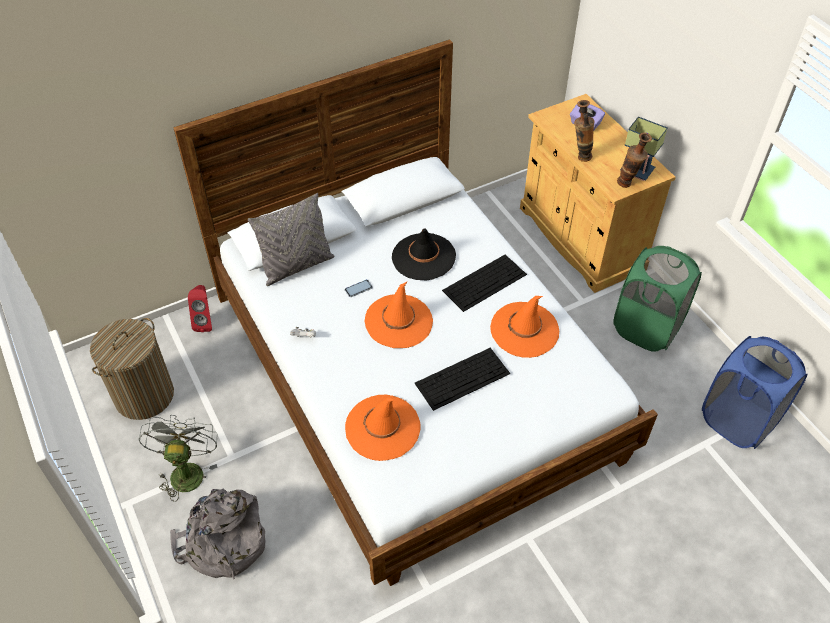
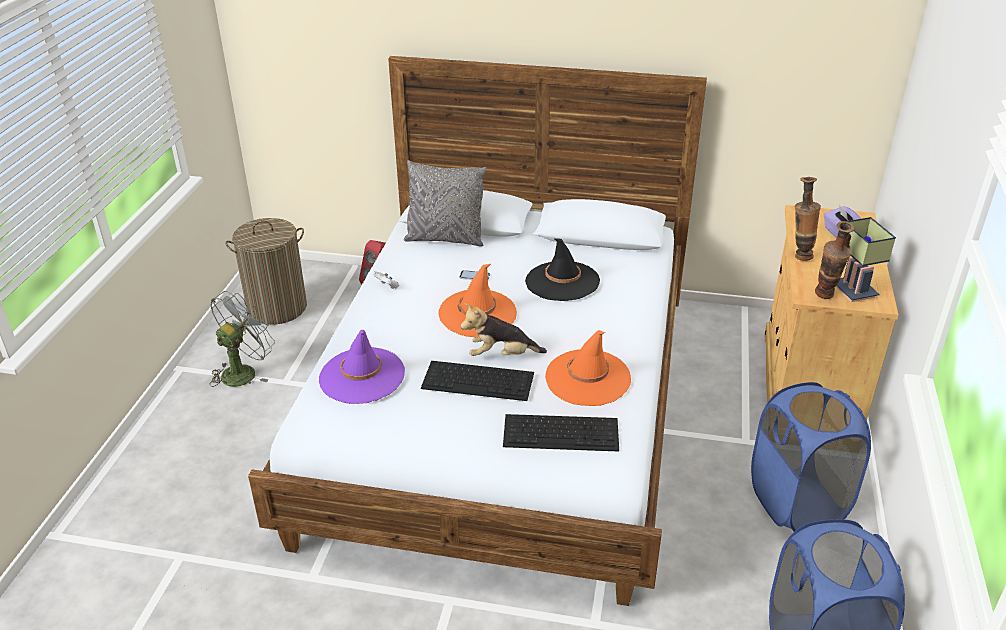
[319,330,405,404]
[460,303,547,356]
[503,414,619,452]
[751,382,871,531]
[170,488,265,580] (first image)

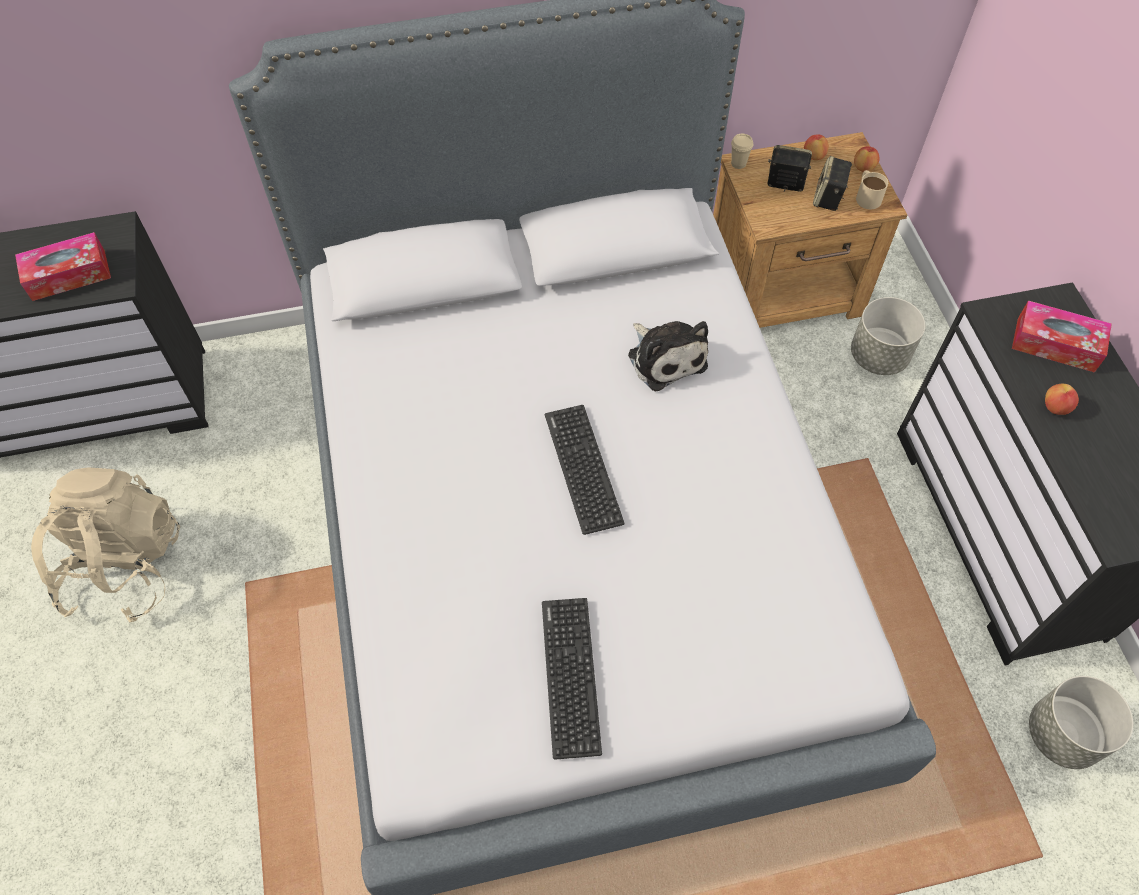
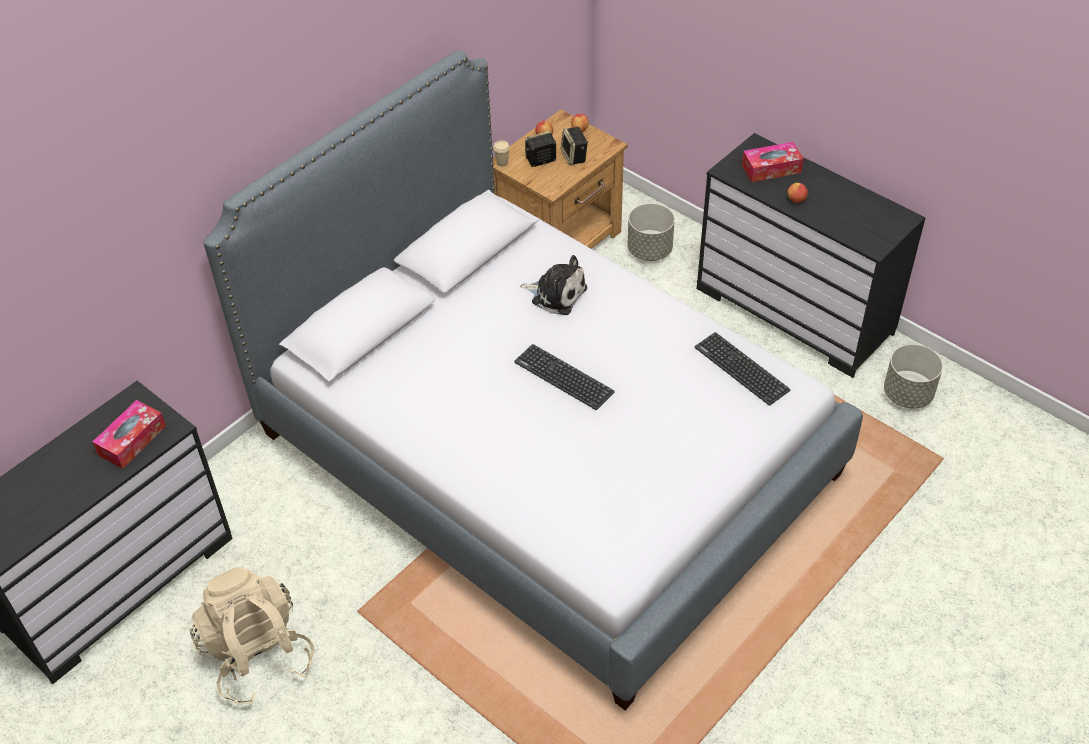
[695,332,790,405]
[856,170,888,209] (first image)

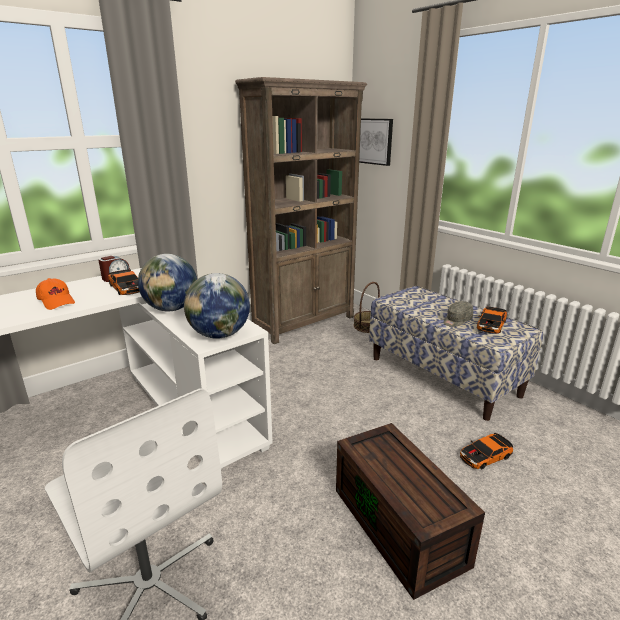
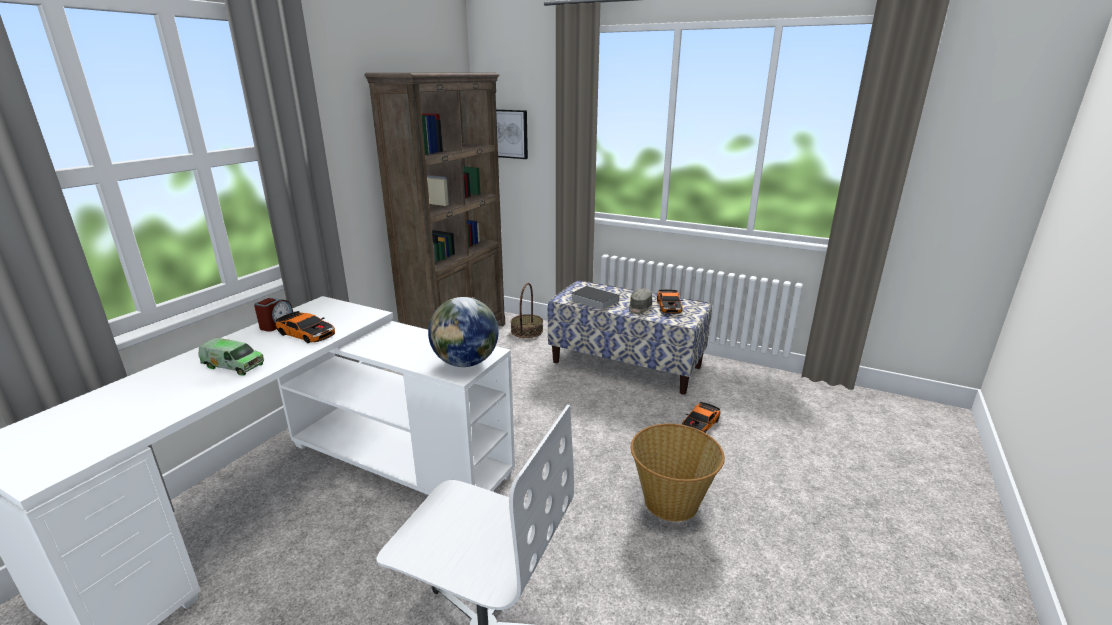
[199,338,264,375]
[571,286,619,310]
[631,424,725,522]
[138,254,197,311] (first image)

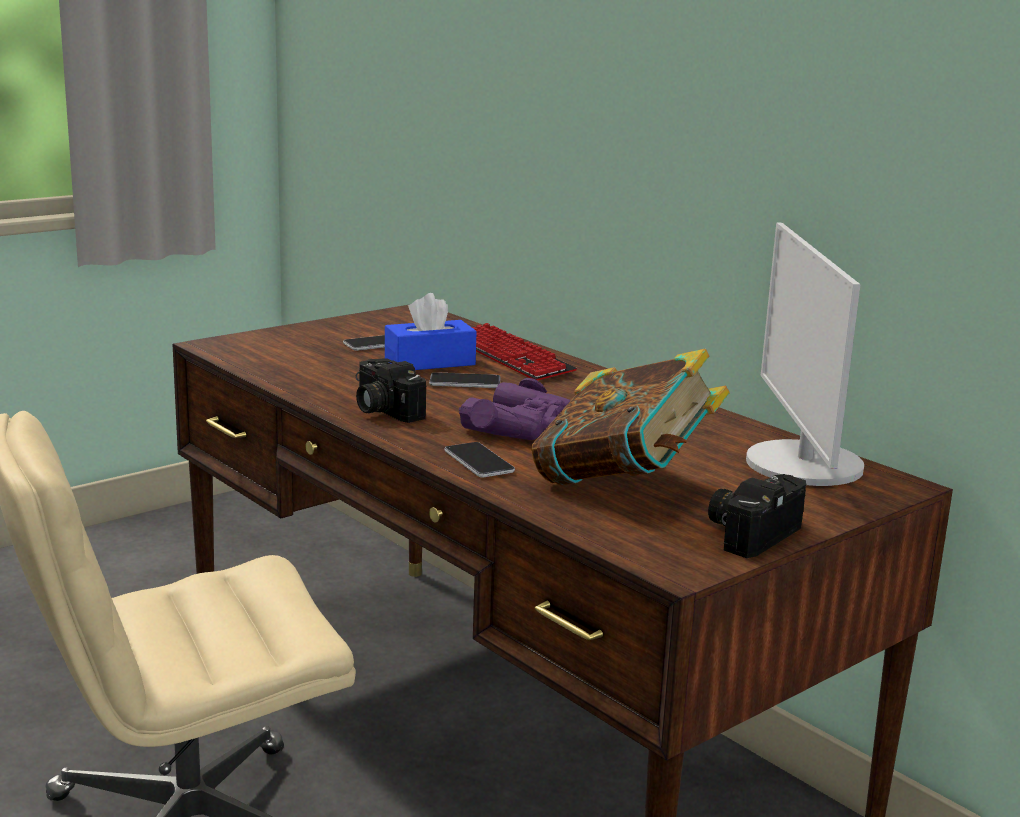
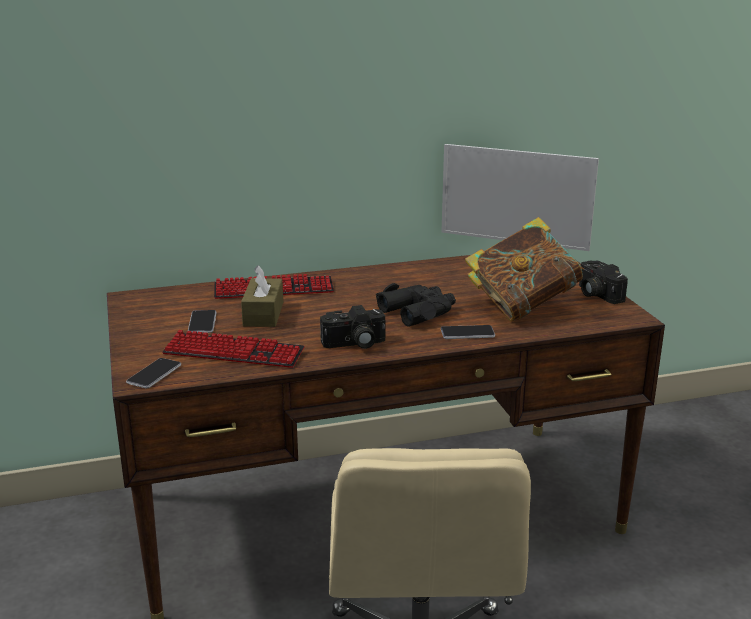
[126,358,181,388]
[162,330,305,368]
[241,265,283,327]
[376,283,456,327]

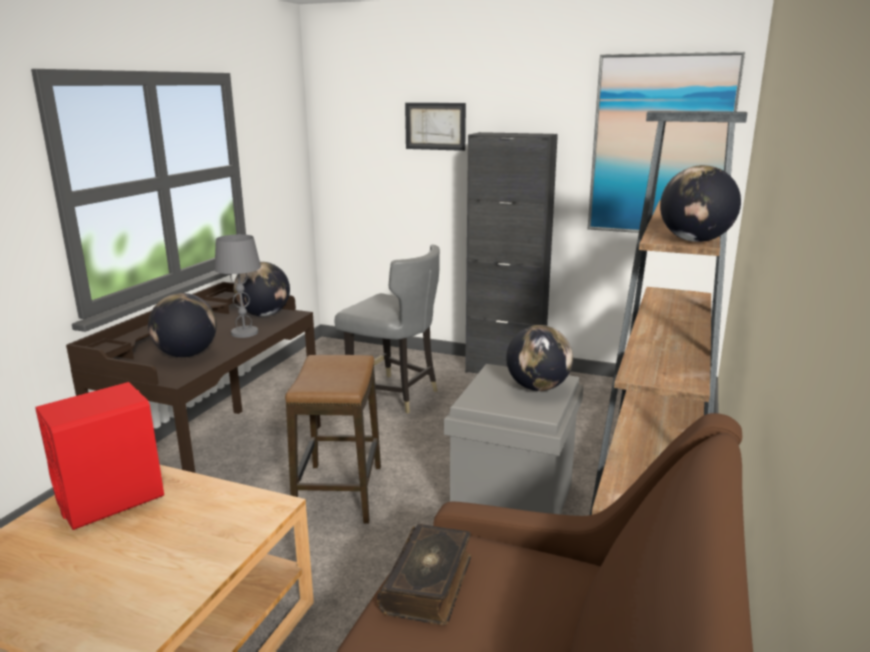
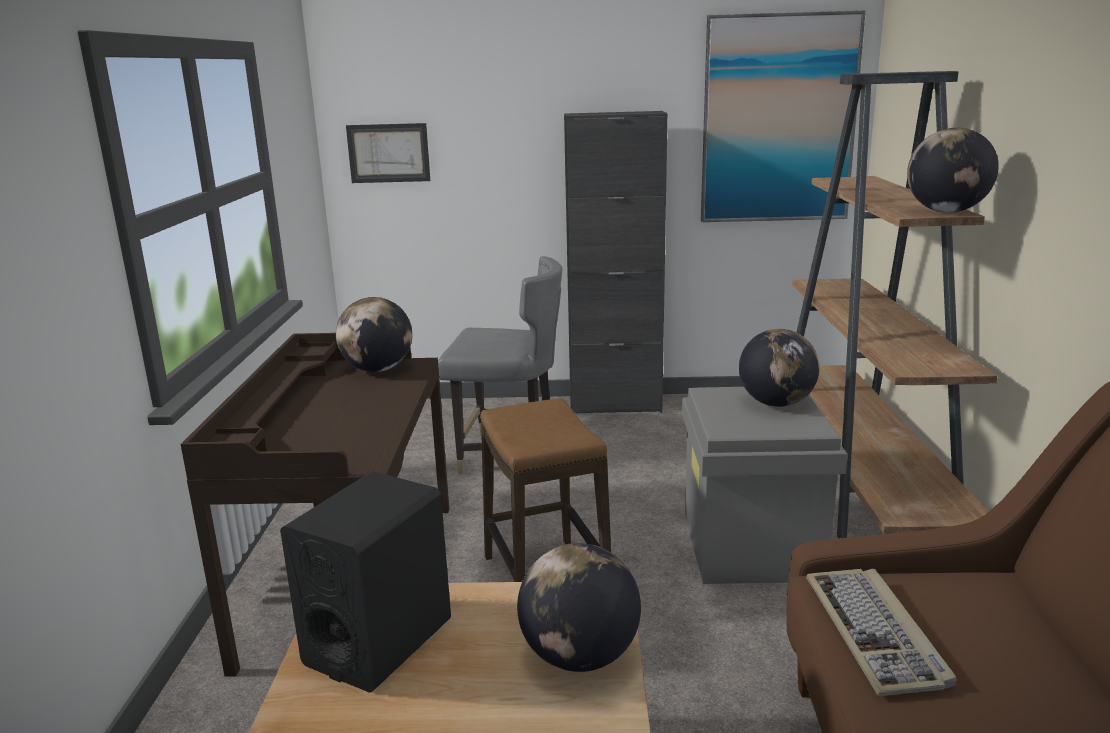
[280,471,451,693]
[346,123,430,183]
[517,543,641,672]
[806,569,957,696]
[215,234,261,338] (first image)

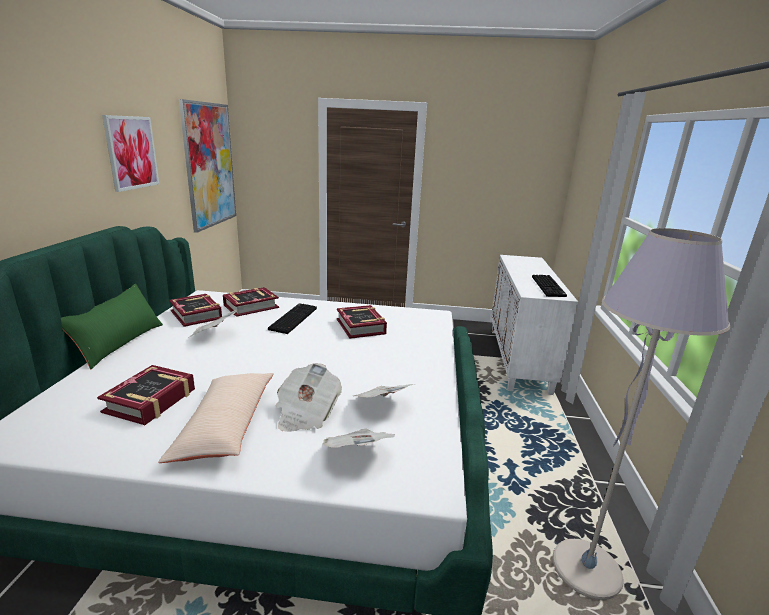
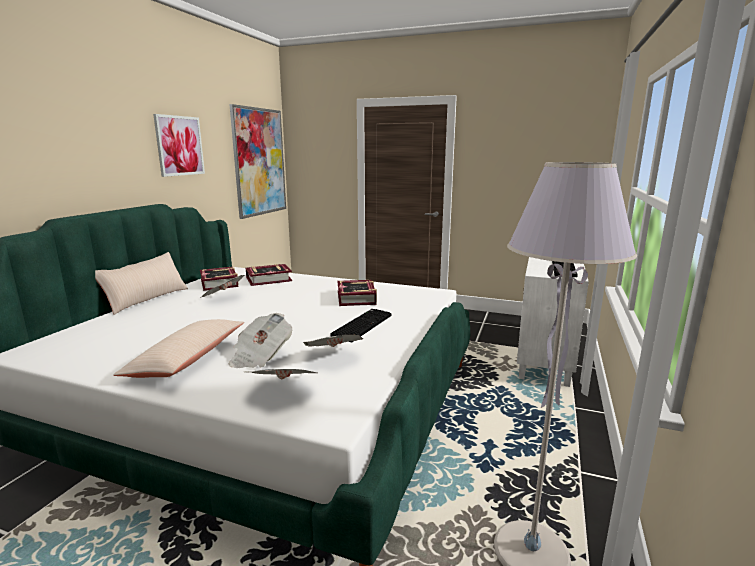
[95,252,188,315]
[330,309,392,342]
[97,365,195,425] (first image)

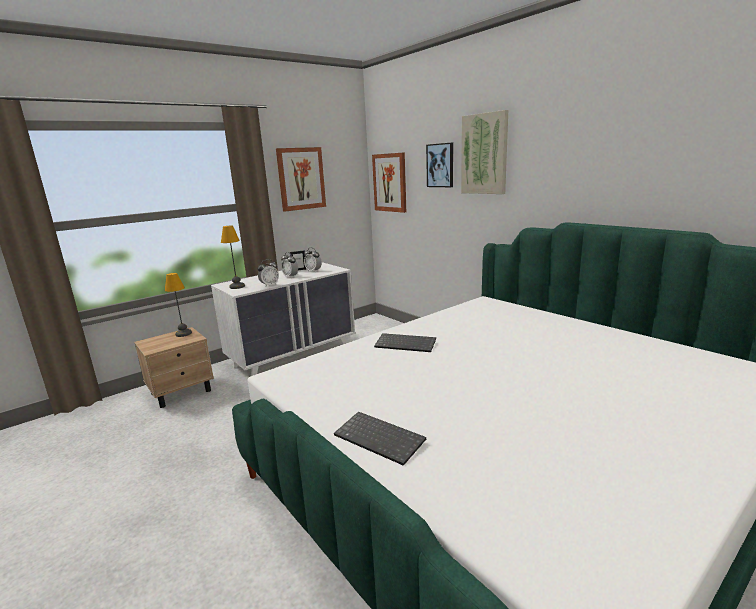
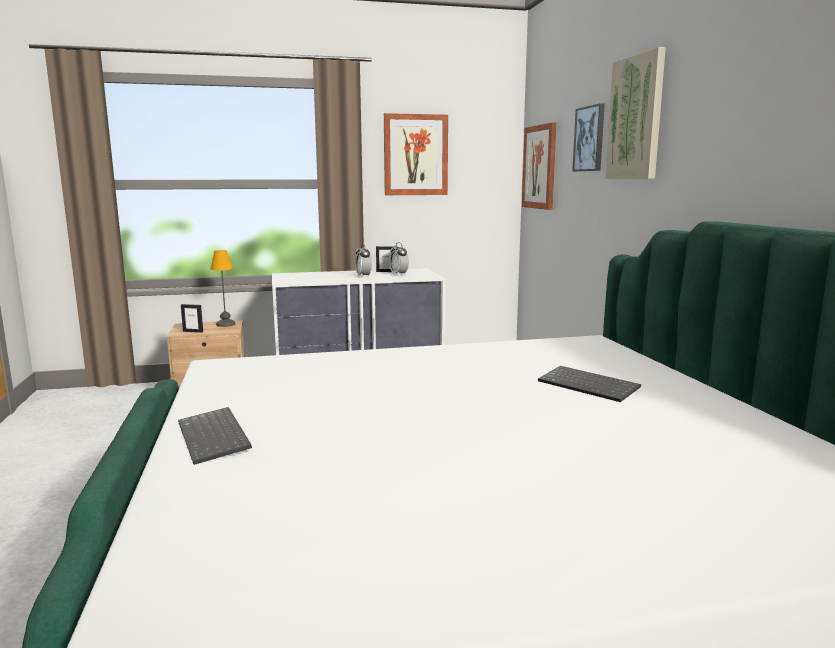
[181,304,203,333]
[538,366,641,402]
[221,226,245,289] (first image)
[258,259,279,286] (first image)

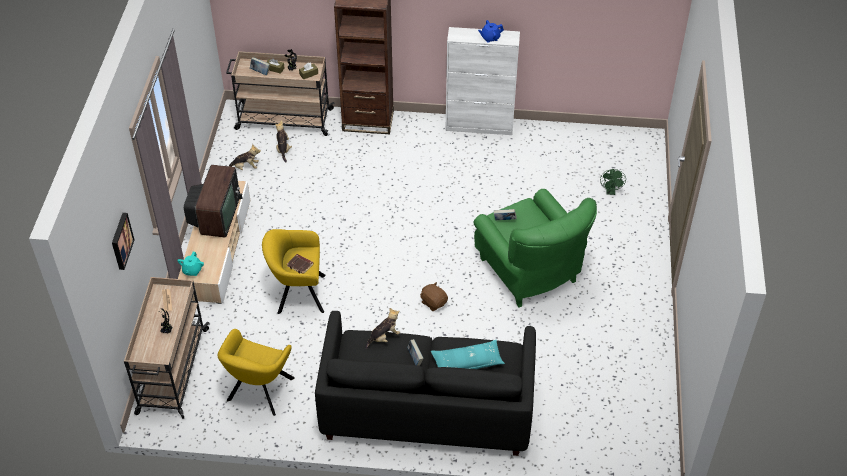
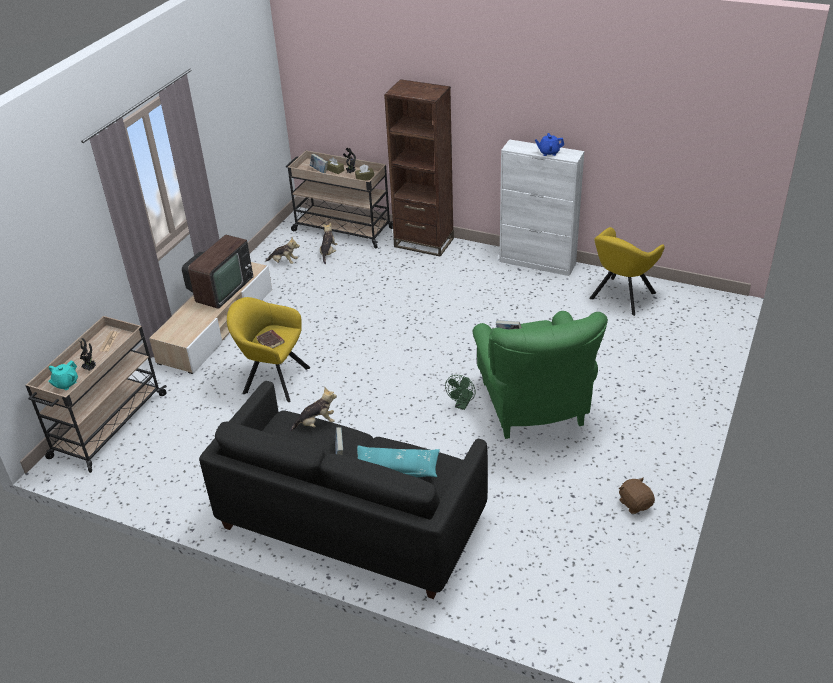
[48,361,78,390]
[445,375,476,410]
[589,227,665,316]
[619,478,655,514]
[112,213,135,270] (first image)

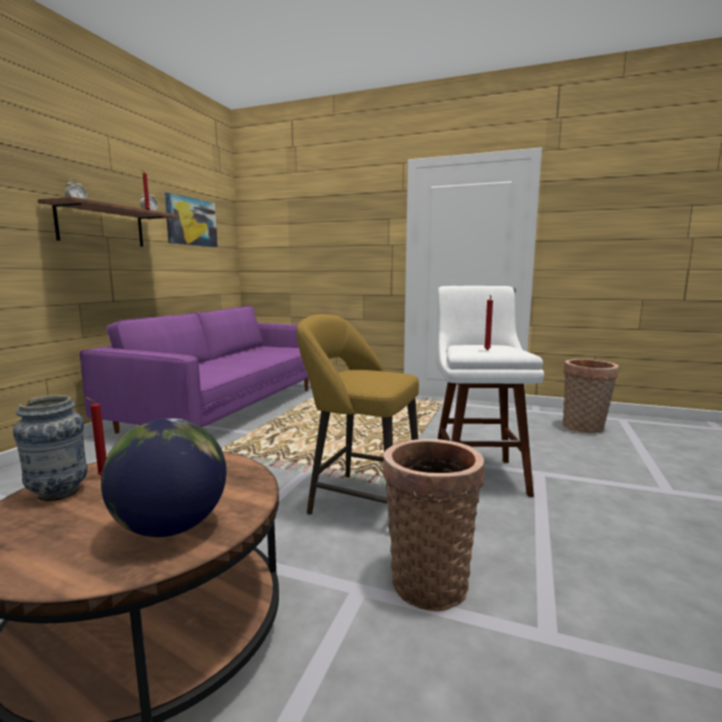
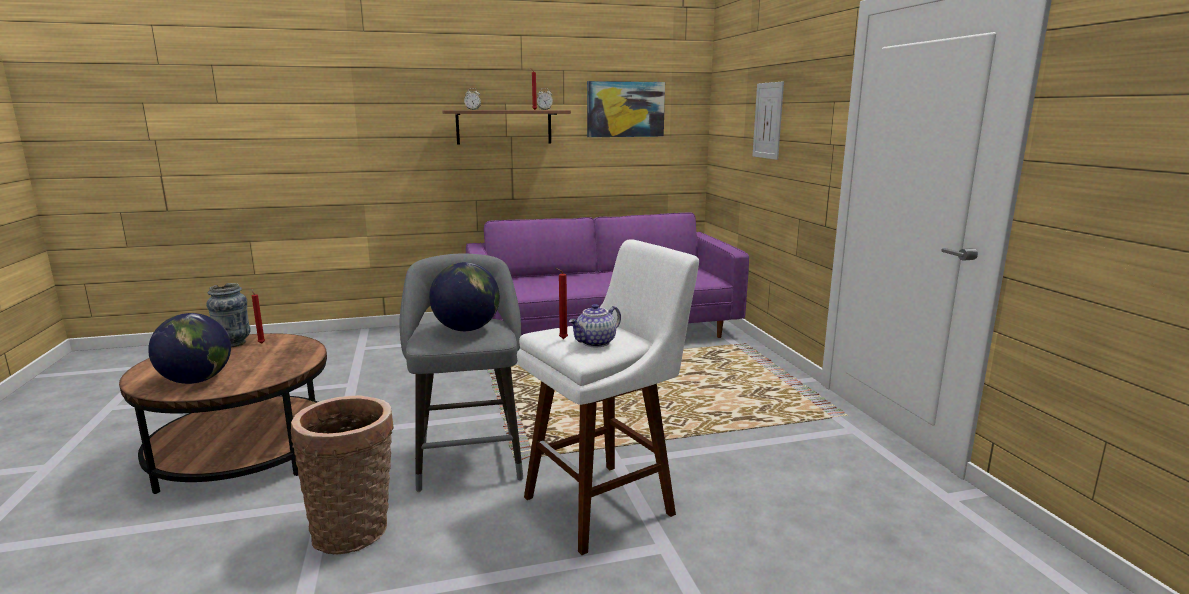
[400,254,523,492]
[429,262,500,331]
[569,304,621,347]
[752,81,784,160]
[563,359,619,433] (first image)

